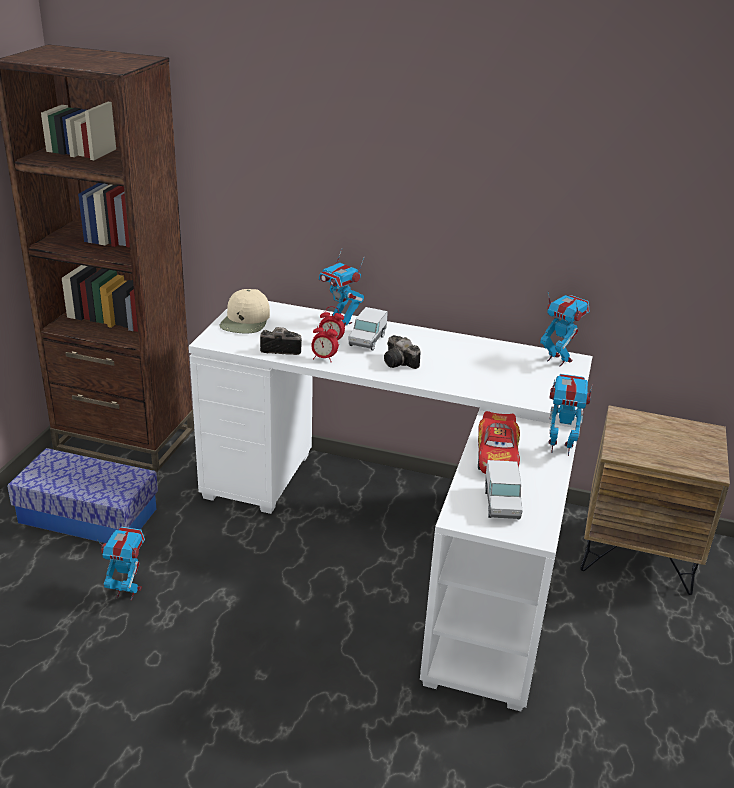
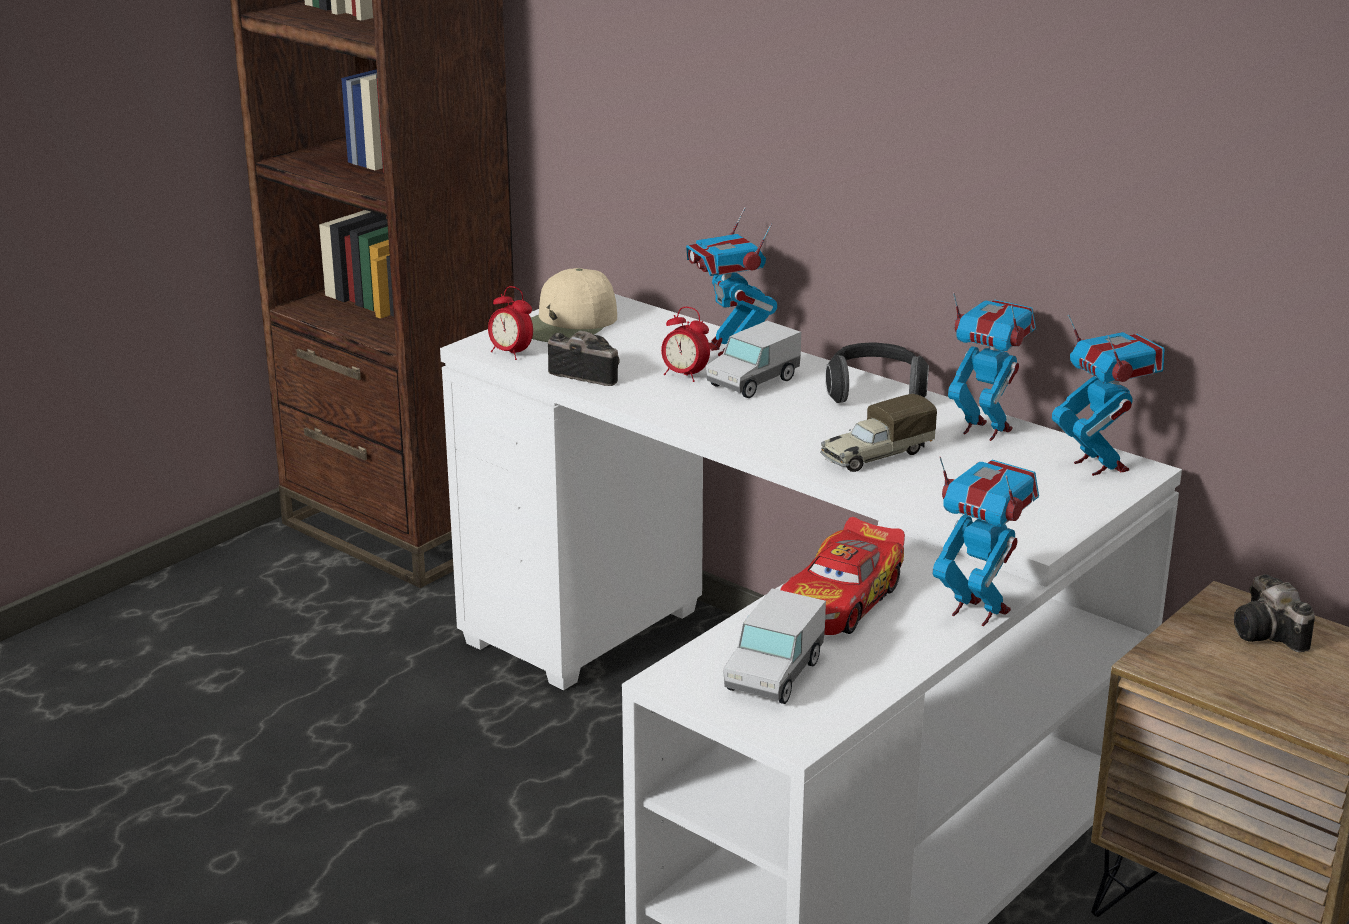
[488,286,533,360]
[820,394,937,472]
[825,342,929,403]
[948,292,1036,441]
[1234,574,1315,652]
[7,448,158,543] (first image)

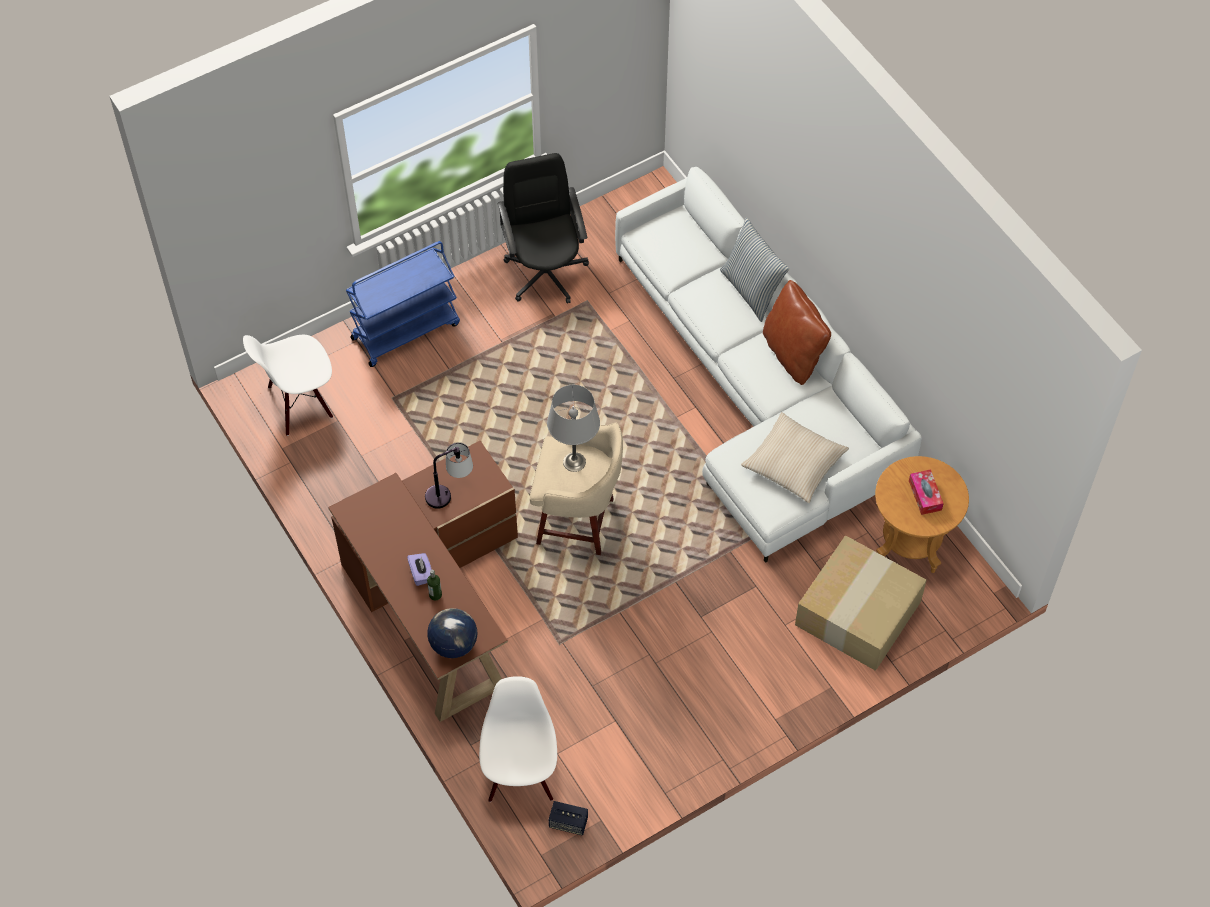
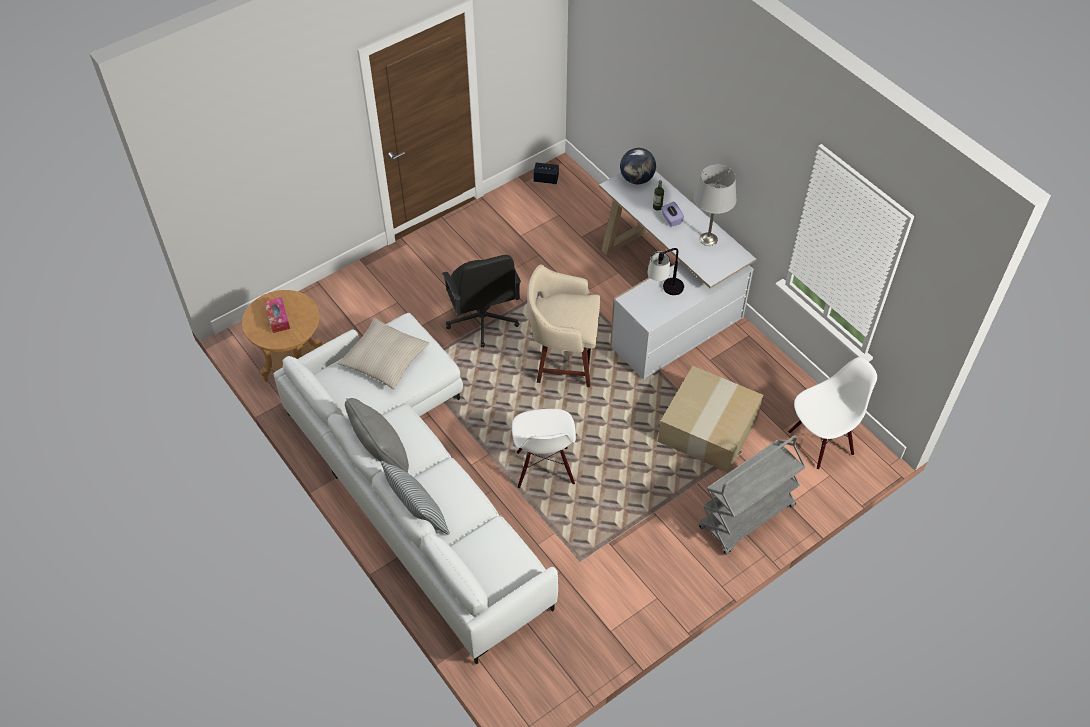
[345,398,409,473]
[442,255,521,348]
[512,409,576,488]
[599,171,756,380]
[658,366,763,473]
[694,164,737,246]
[698,435,806,555]

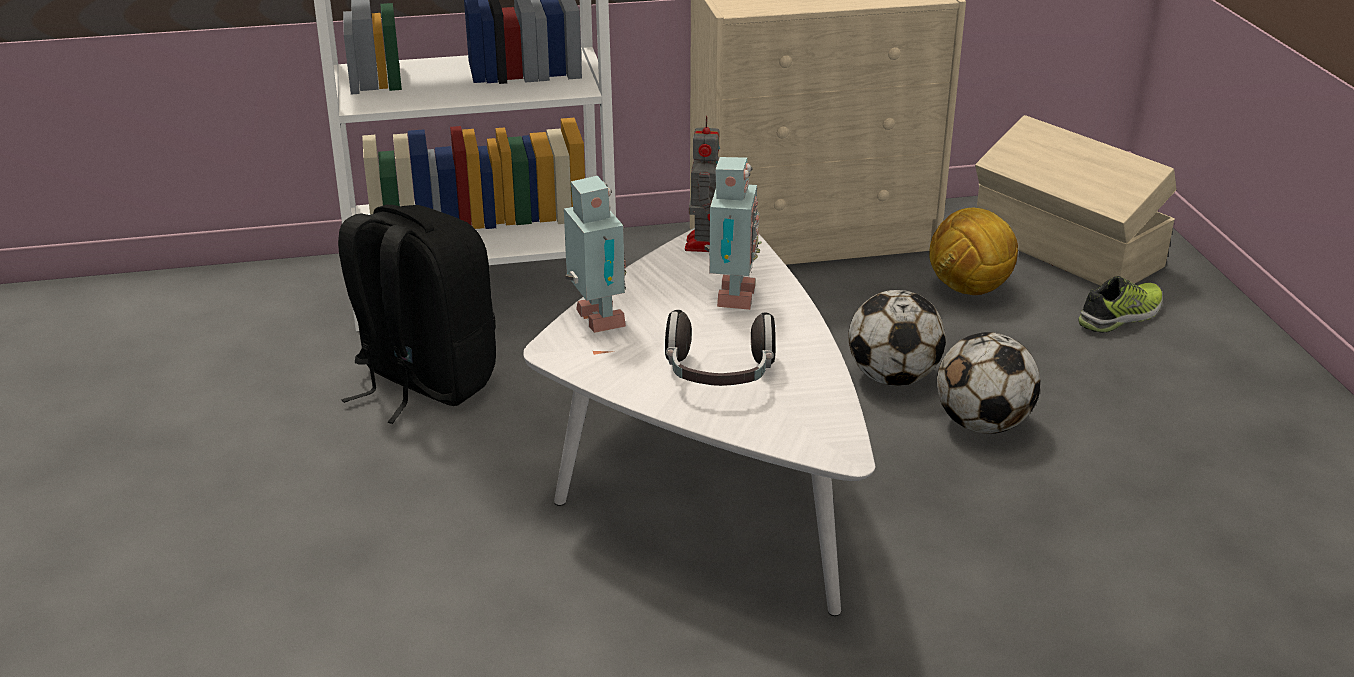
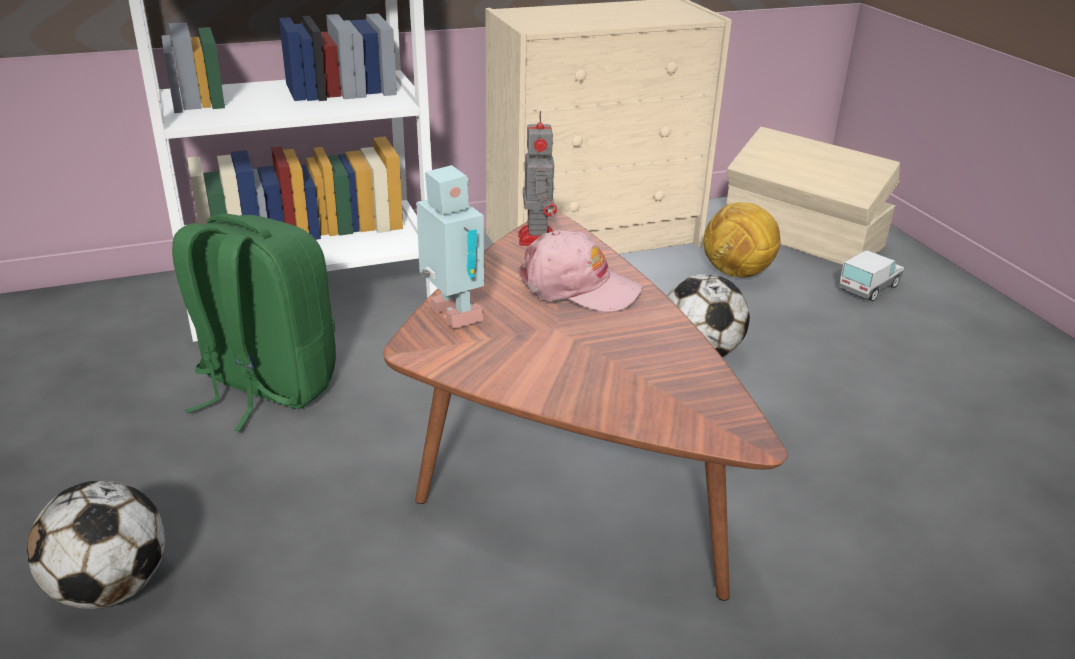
[27,481,165,609]
[172,214,336,432]
[383,212,788,601]
[517,230,643,312]
[839,250,904,301]
[665,310,776,386] (first image)

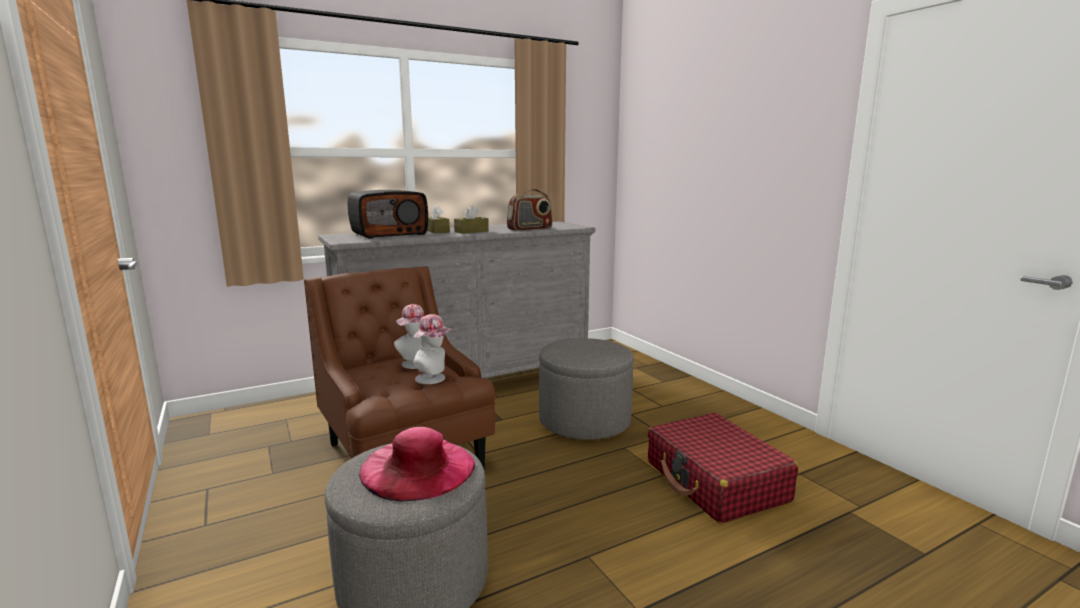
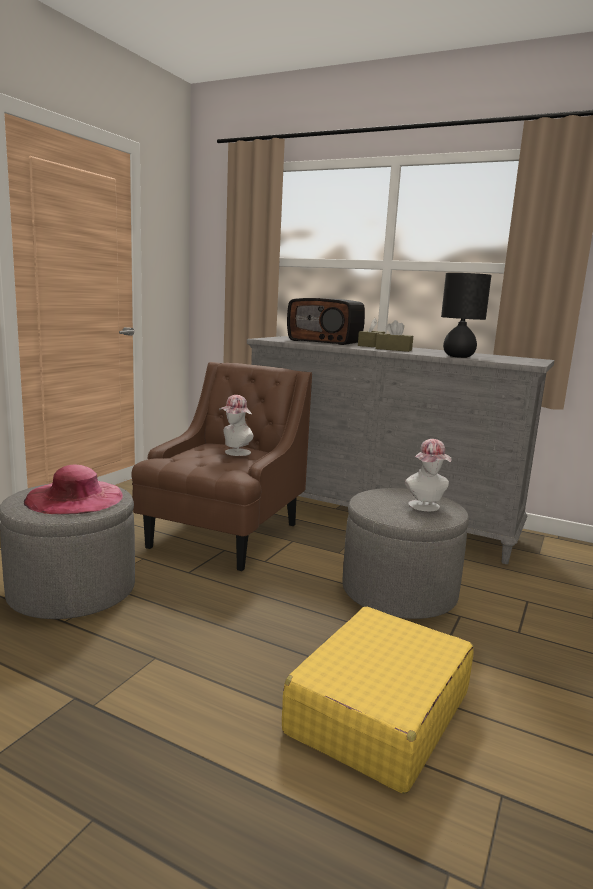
[282,607,474,794]
[405,439,452,511]
[441,273,491,358]

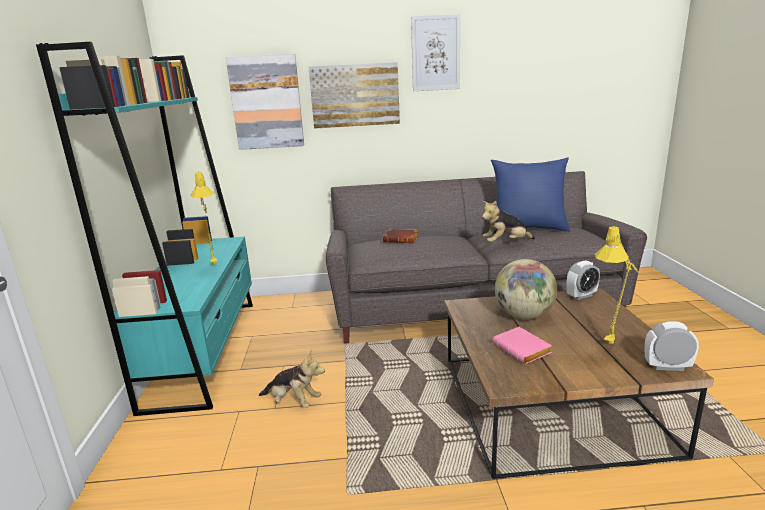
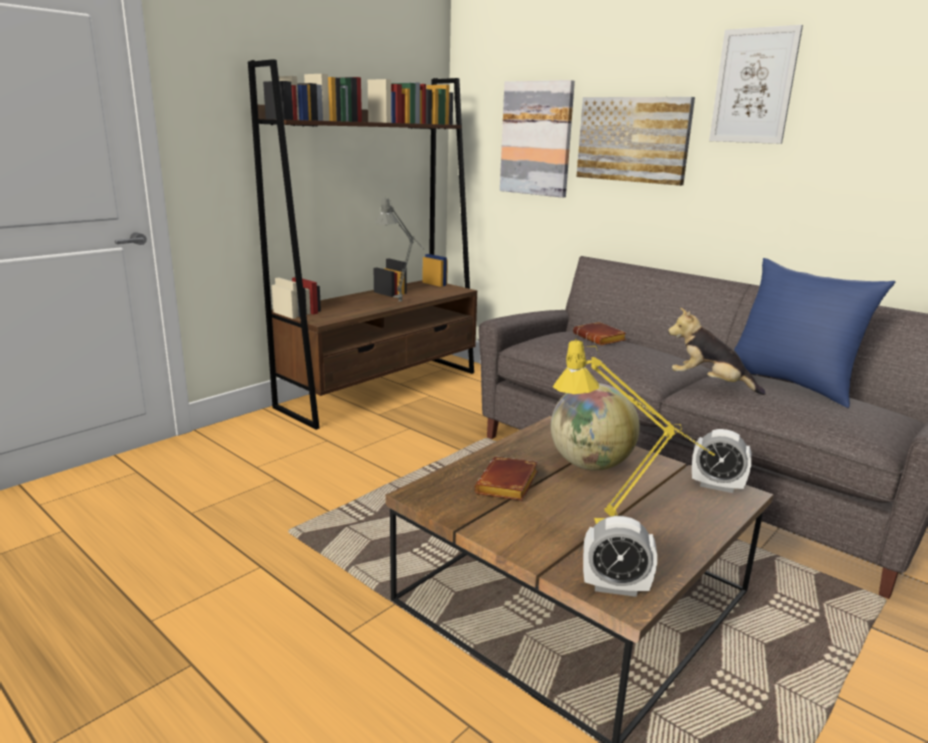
[248,59,477,430]
[375,198,424,302]
[474,456,538,501]
[583,516,657,597]
[259,350,325,407] (first image)

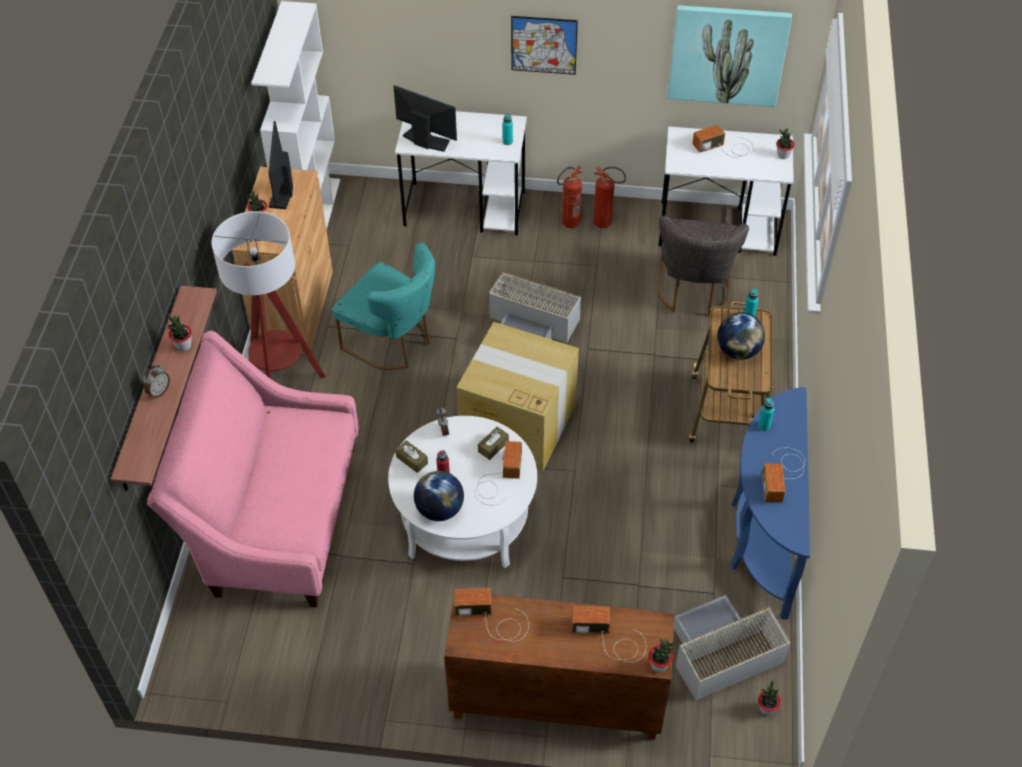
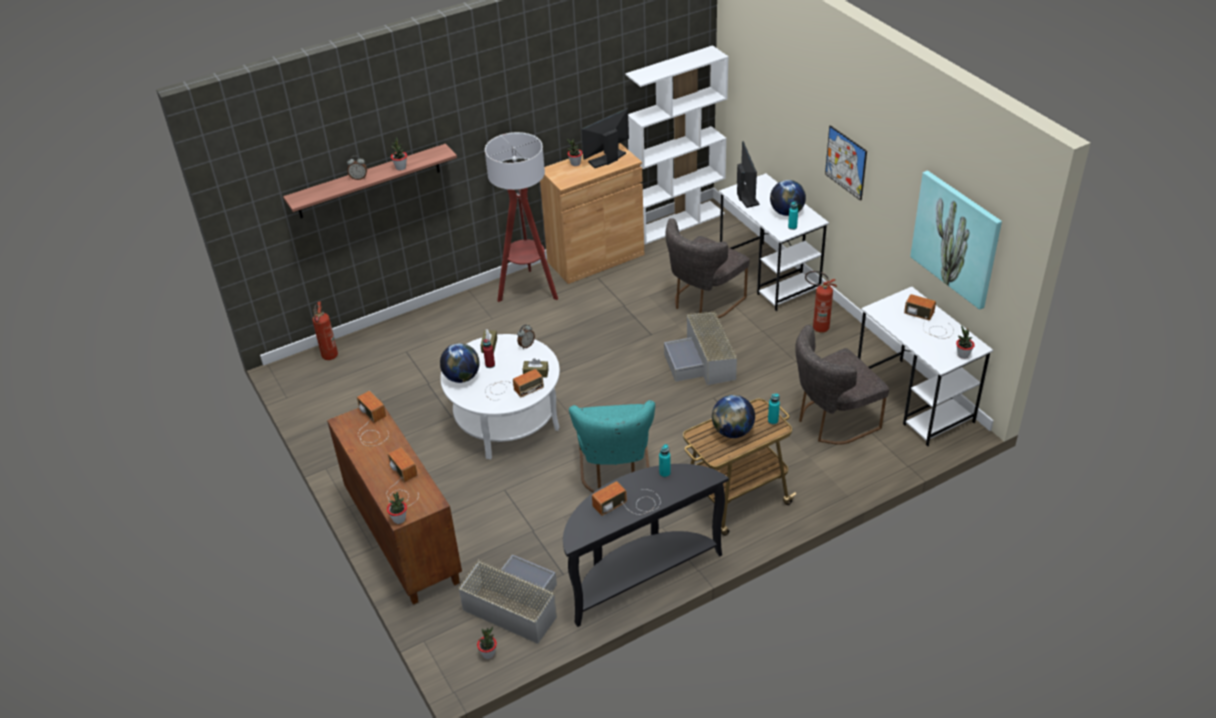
[312,302,338,360]
[563,464,729,627]
[569,400,655,493]
[665,218,750,318]
[770,180,806,216]
[147,331,359,607] (first image)
[456,322,579,472] (first image)

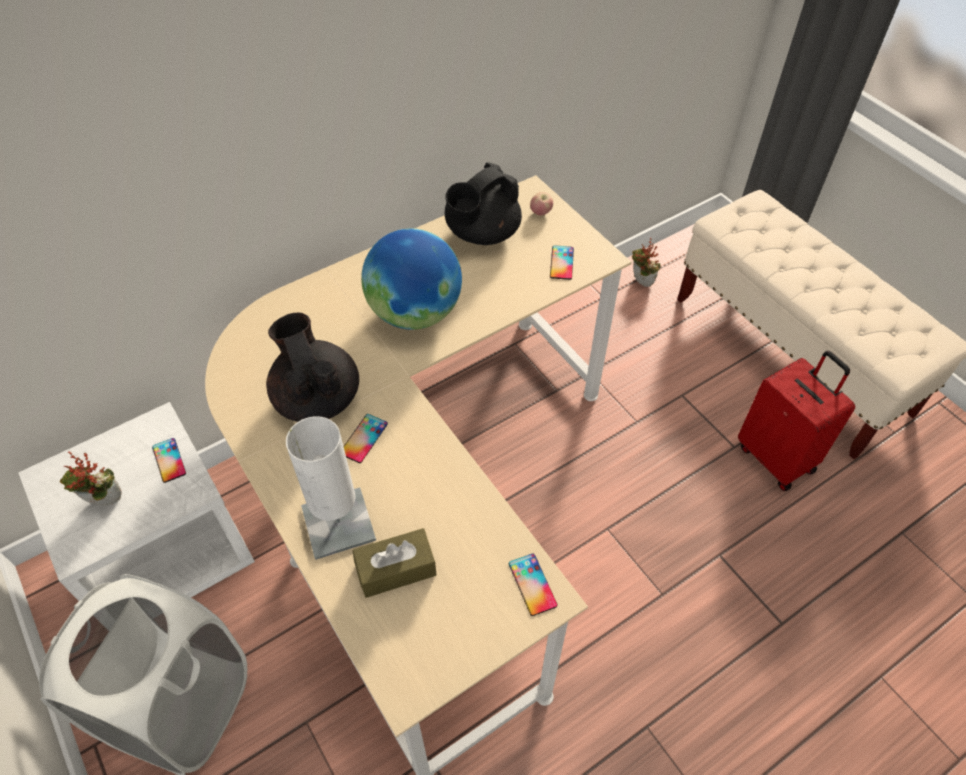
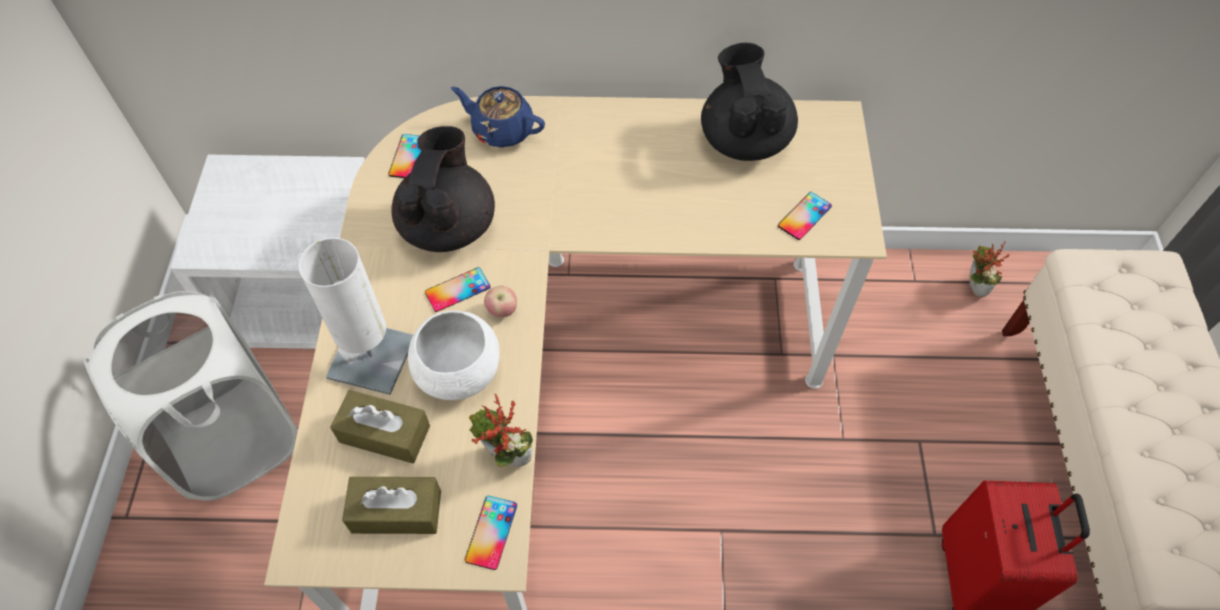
[342,477,441,534]
[388,134,421,178]
[408,311,500,400]
[451,86,545,148]
[469,394,533,467]
[484,286,517,317]
[701,43,798,161]
[361,228,462,330] (first image)

